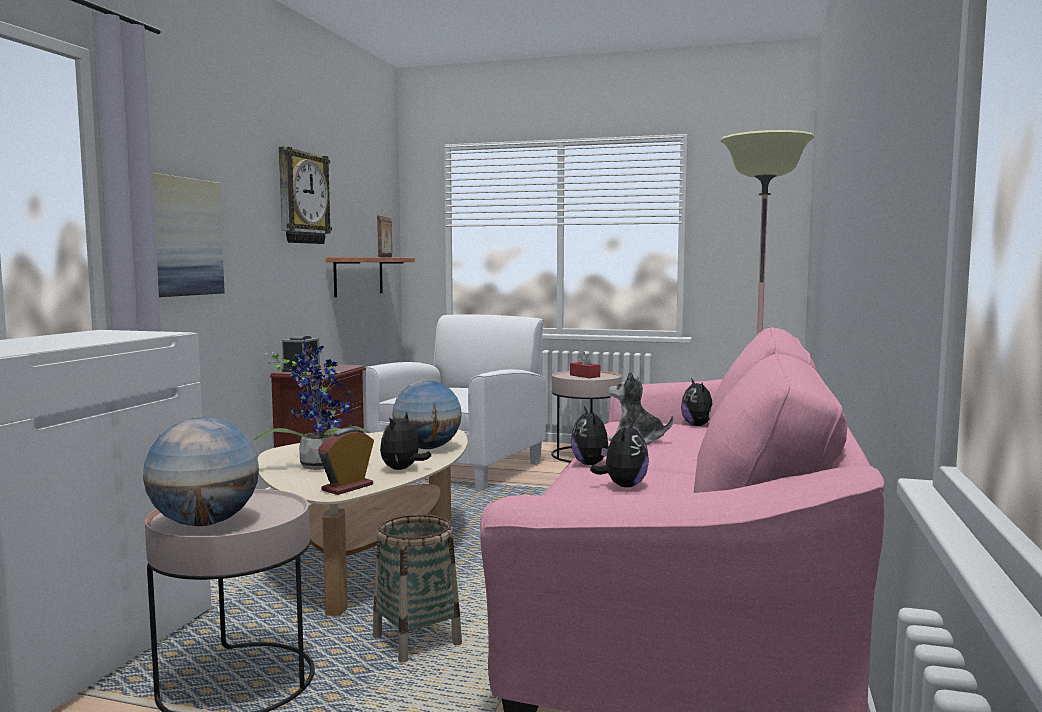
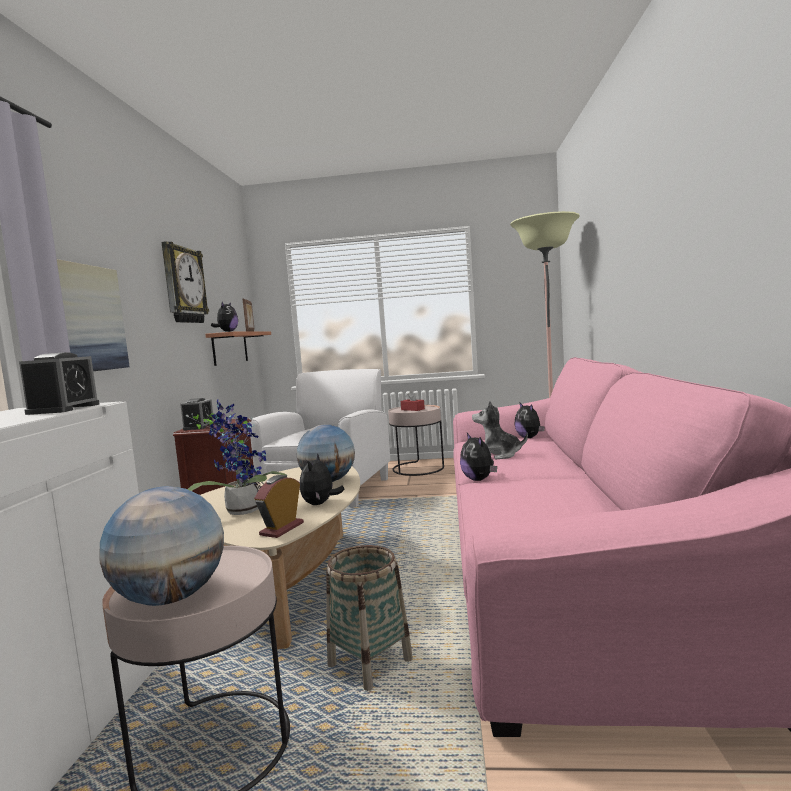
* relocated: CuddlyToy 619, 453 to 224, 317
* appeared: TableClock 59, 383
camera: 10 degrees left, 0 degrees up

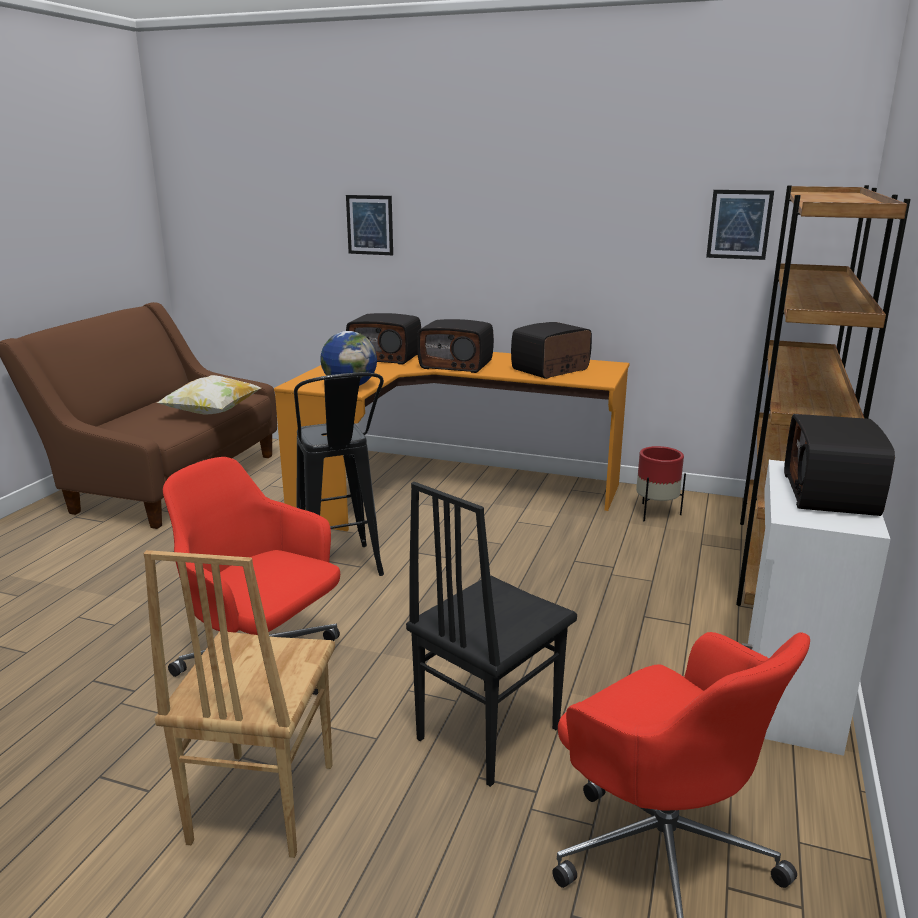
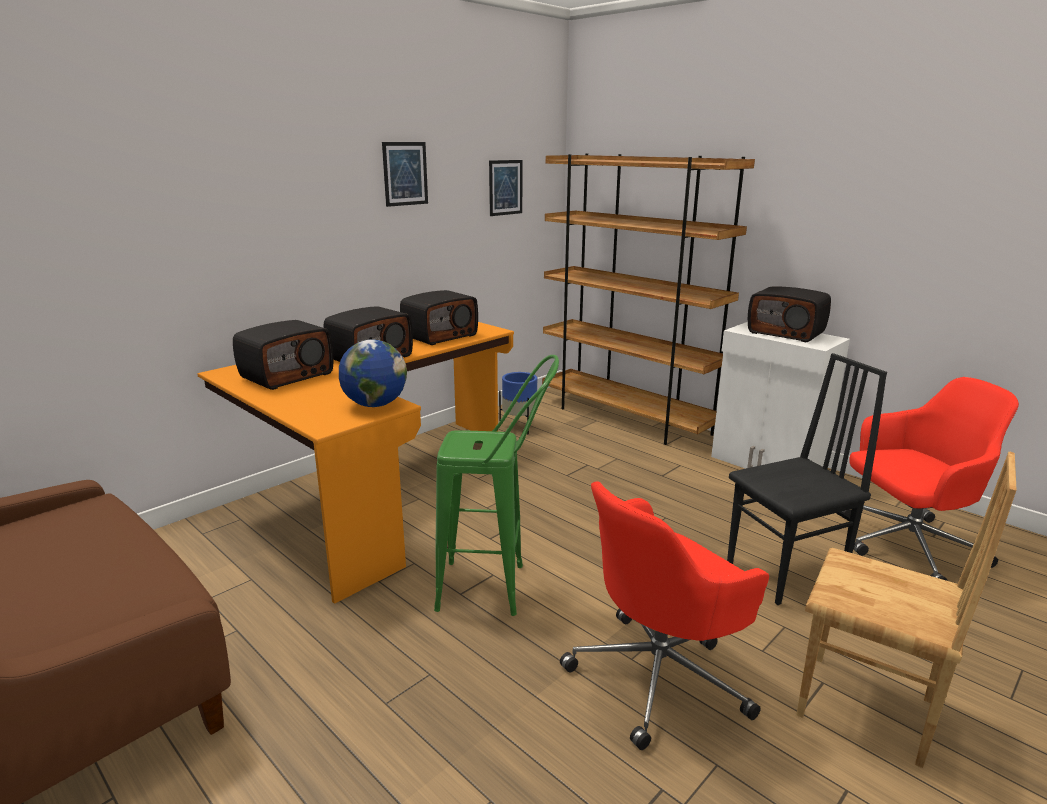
* missing: Pillow 209, 395
* colour: BlackishStool 339, 474 to GreenColouredStool 496, 485
* relocated: Picture 369, 225 to 405, 174
* spun: BlackishUprightChair 491, 634 = 807, 479 90 degrees counterclockwise
* spun: Radio 551, 350 = 439, 317 120 degrees counterclockwise
* colour: ReddishPlantPot 661, 484 to BlueColouredPlantPot 518, 403
camera: 65 degrees left, 0 degrees up

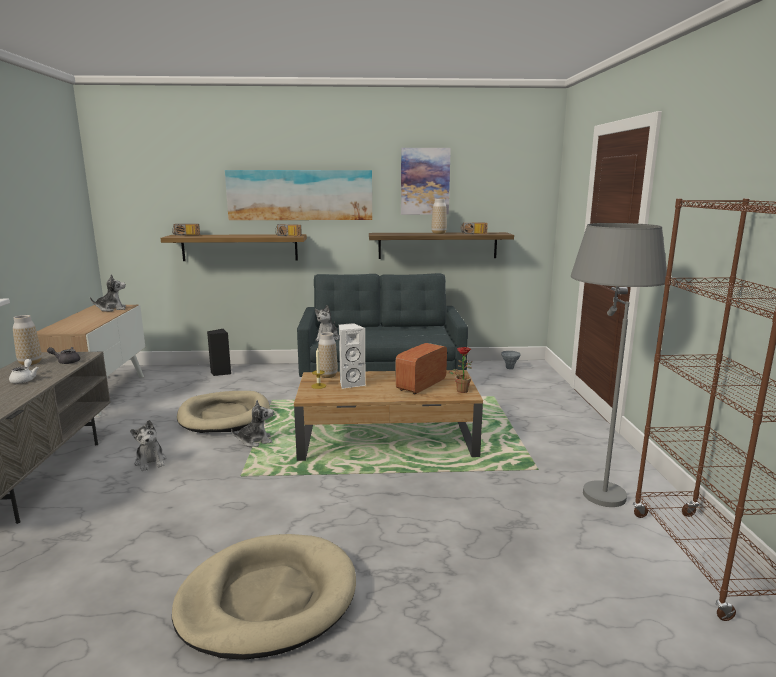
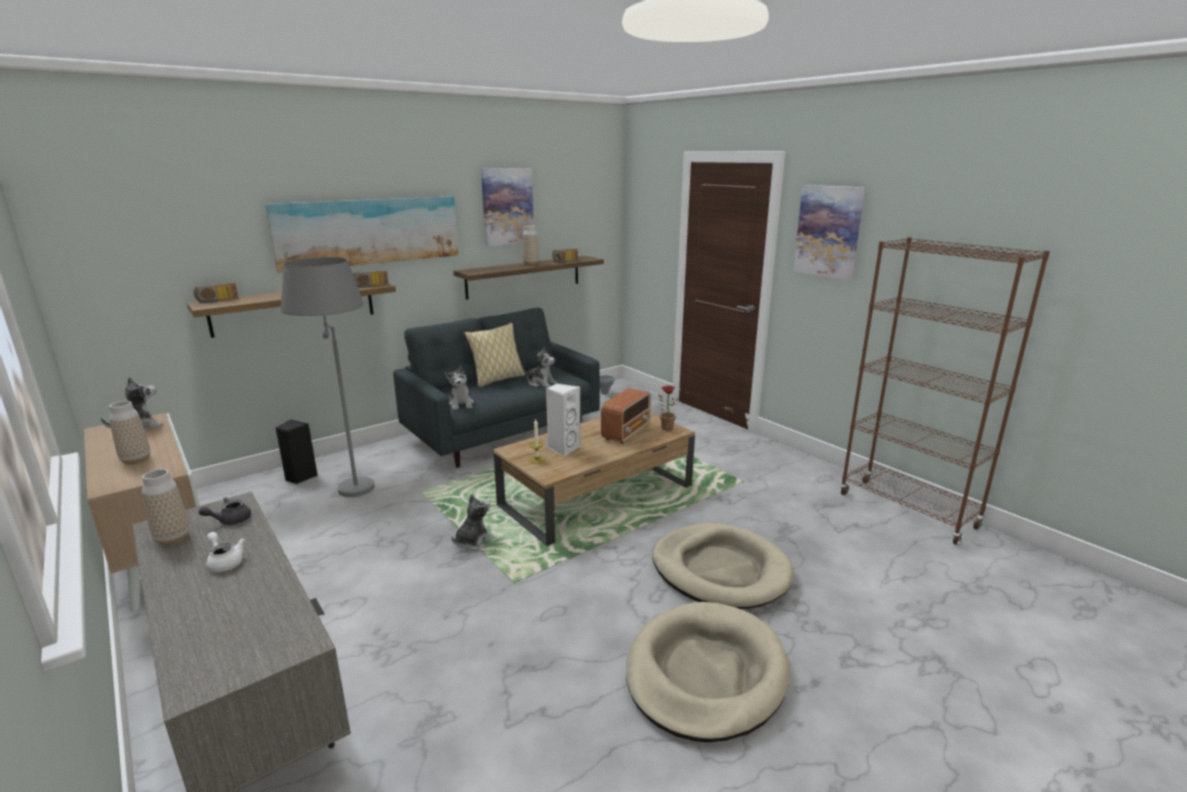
* relocated: CuddlyToy 148, 445 to 540, 367
* relocated: SandColouredDogBed 223, 412 to 723, 566
* relocated: DecorativeVase 328, 355 to 129, 433
* spun: Radio 421, 368 = 626, 416 150 degrees counterclockwise
* relocated: GreyStandardLamp 619, 365 to 328, 377
* appeared: Pillow 494, 355
* appeared: Picture 829, 232
camera: 35 degrees left, 5 degrees up

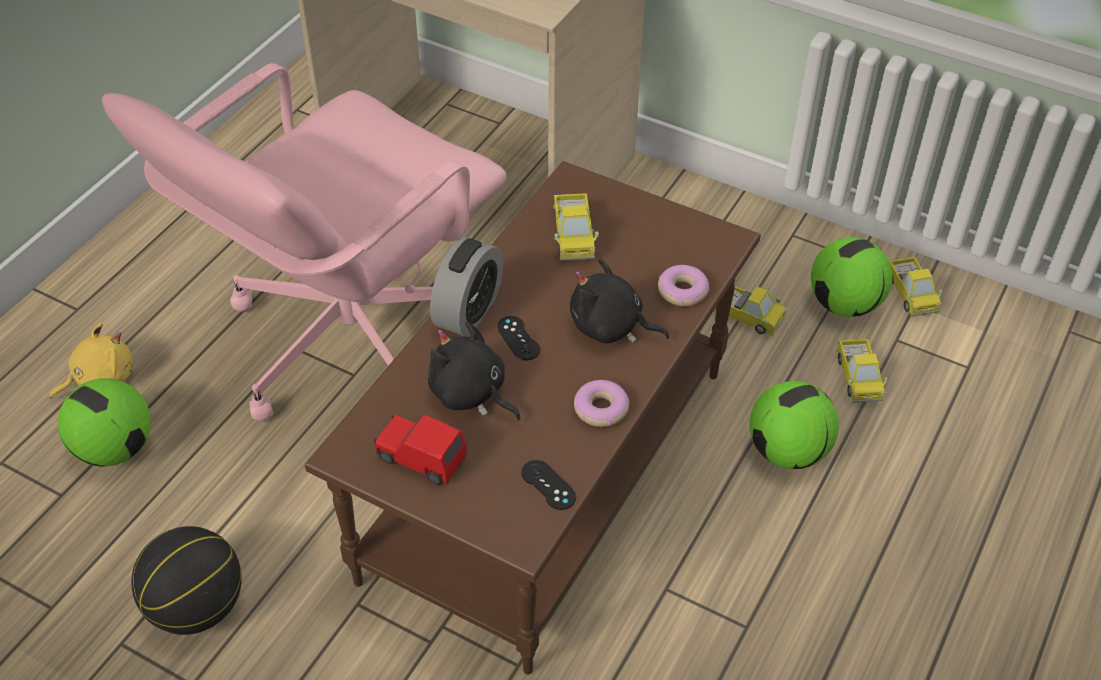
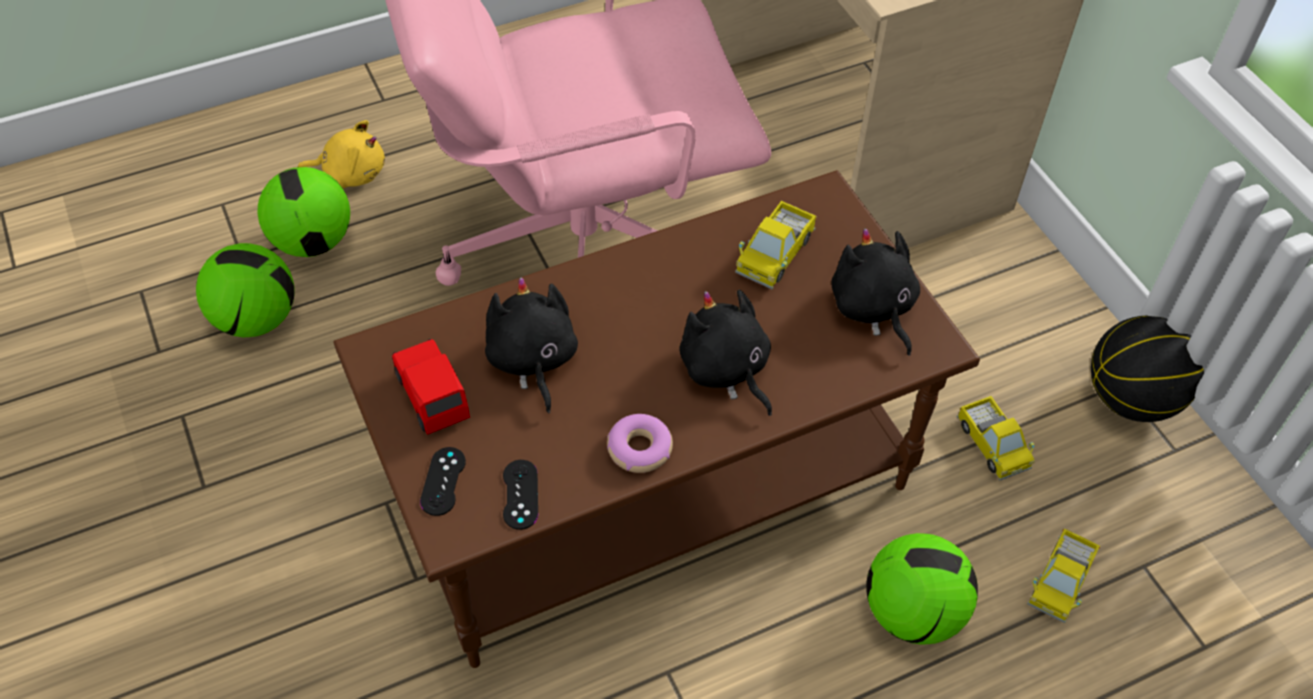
* relocated: Basketball 187, 580 to 1147, 369
* missing: TableClock 466, 287
* relocated: BlackishGameController 518, 338 to 443, 481
* missing: RingDoughnut 684, 285
* relocated: Football 851, 277 to 245, 290
* missing: ModelTruck 915, 287
* appeared: BlackishCuddlyToy 875, 292
camera: 35 degrees right, 5 degrees up

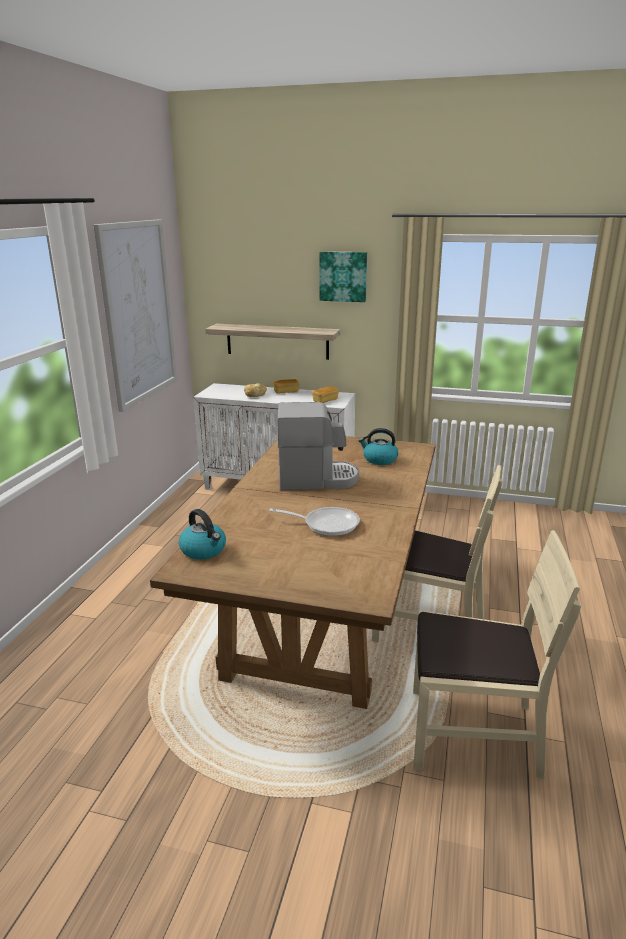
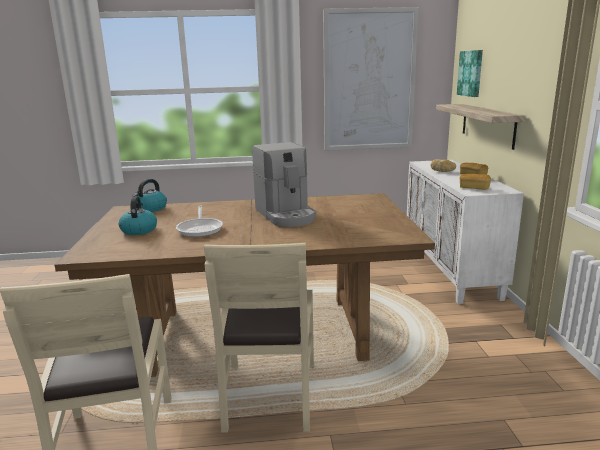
* relocated: Picture 343, 276 to 470, 73
* relocated: Kettle 378, 446 to 138, 215
camera: 70 degrees right, 5 degrees down

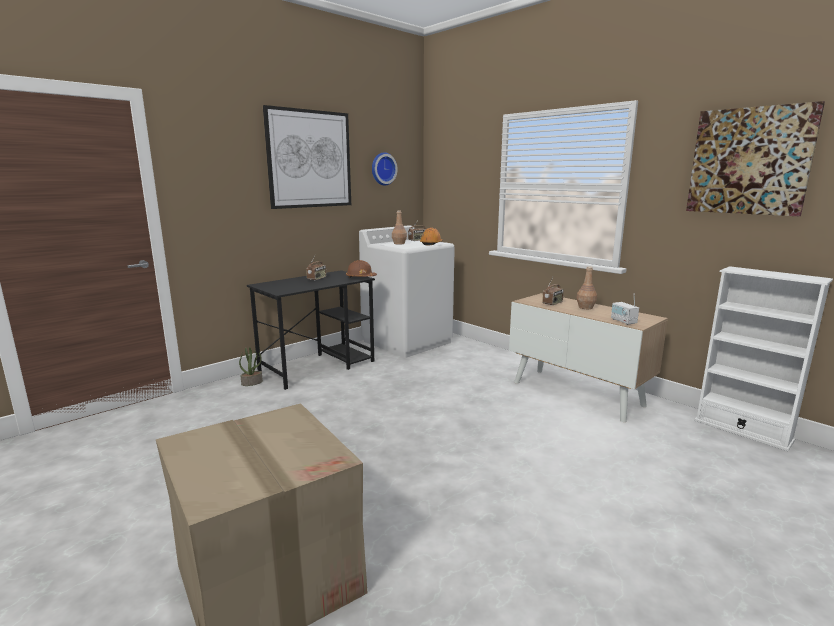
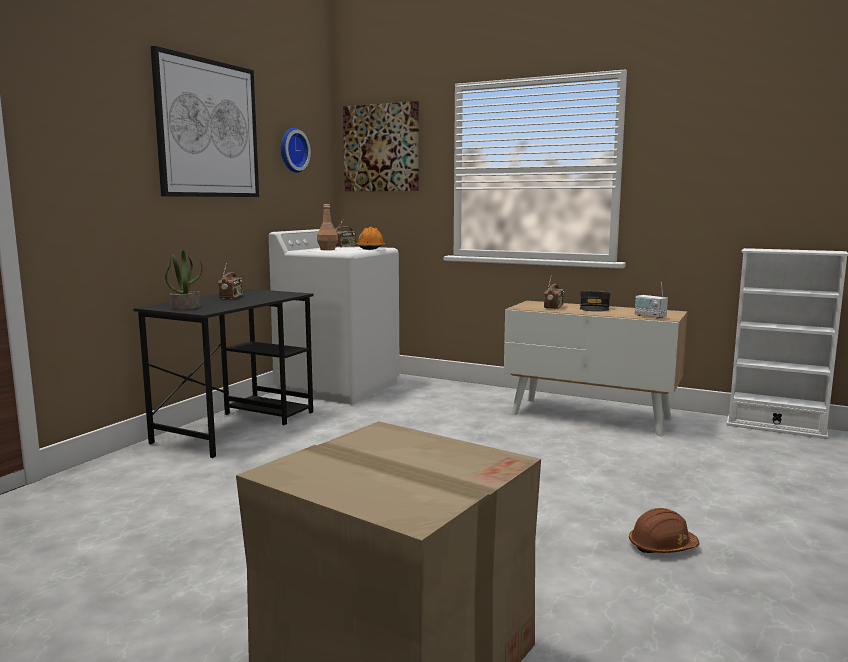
* relocated: PlantInAPot 251, 366 to 184, 280
* relocated: BrownWorkHelmet 361, 269 to 664, 530
* exchanged: BrownBeverageBottle 586, 287 to GreyCap 595, 301
* relocated: Picture 755, 158 to 381, 146
camera: 20 degrees left, 5 degrees down

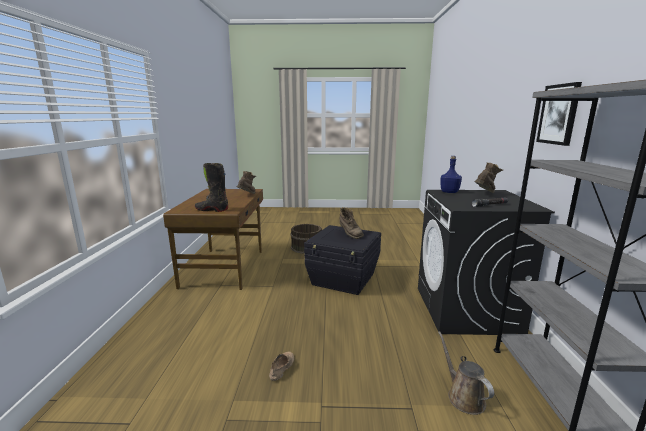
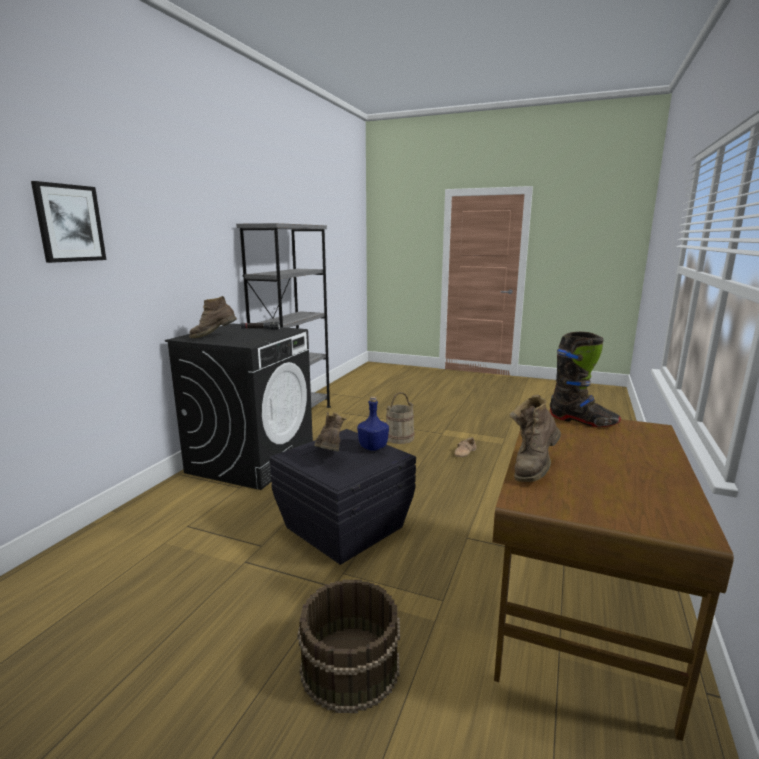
* missing: BrownWateringPot 466, 373
* relocated: BlueColouredBeverageBottle 451, 174 to 373, 424
* relocated: Picture 559, 114 to 68, 222
* appeared: SandColouredPail 400, 418
camera: 160 degrees left, 0 degrees up

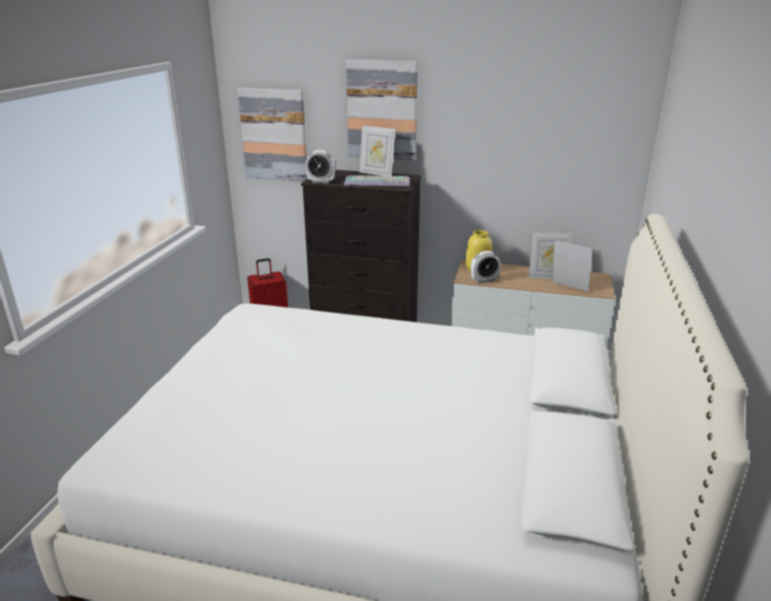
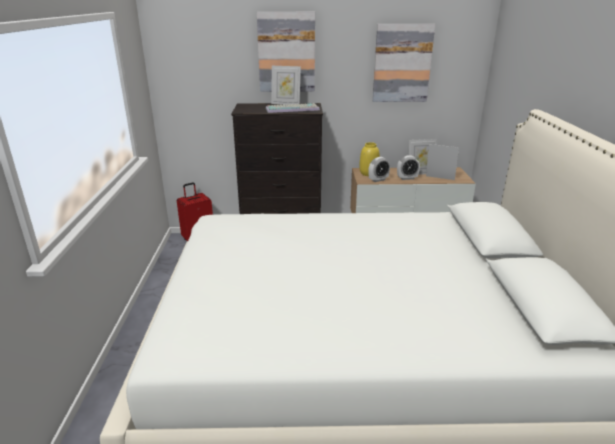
* relocated: Picture 272, 135 to 404, 63
* relocated: TableClock 320, 167 to 408, 167
camera: 15 degrees left, 0 degrees up

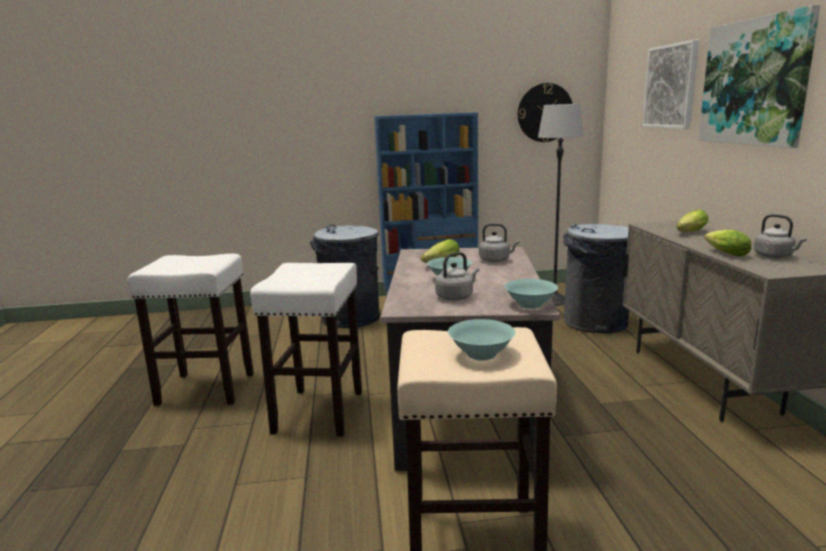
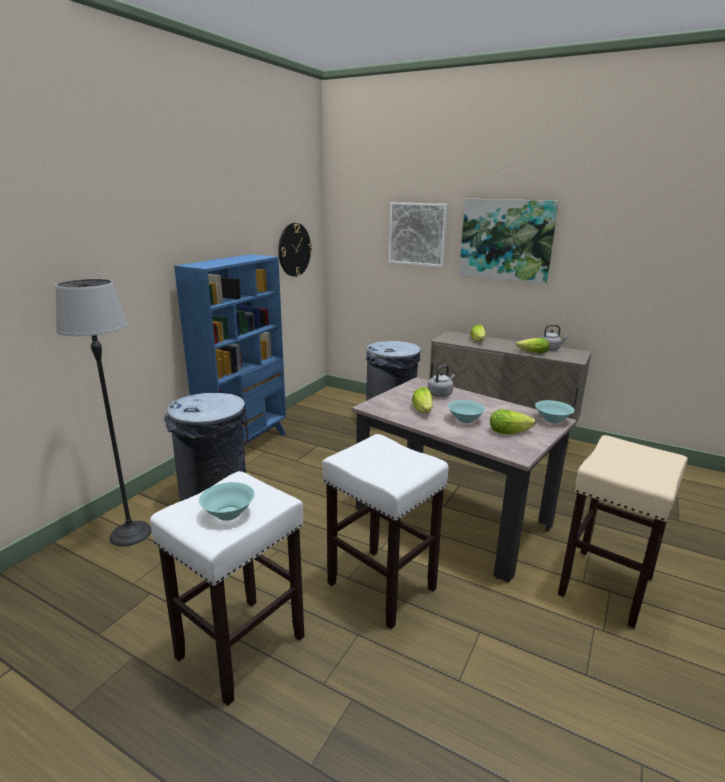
* exchanged: GreyKettle 457, 276 to HeadOfLettuce 512, 421
* relocated: TurquoiseColouredDeepDish 482, 340 to 227, 501
* relocated: StandardLamp 561, 205 to 103, 413
camera: 55 degrees left, 5 degrees up

